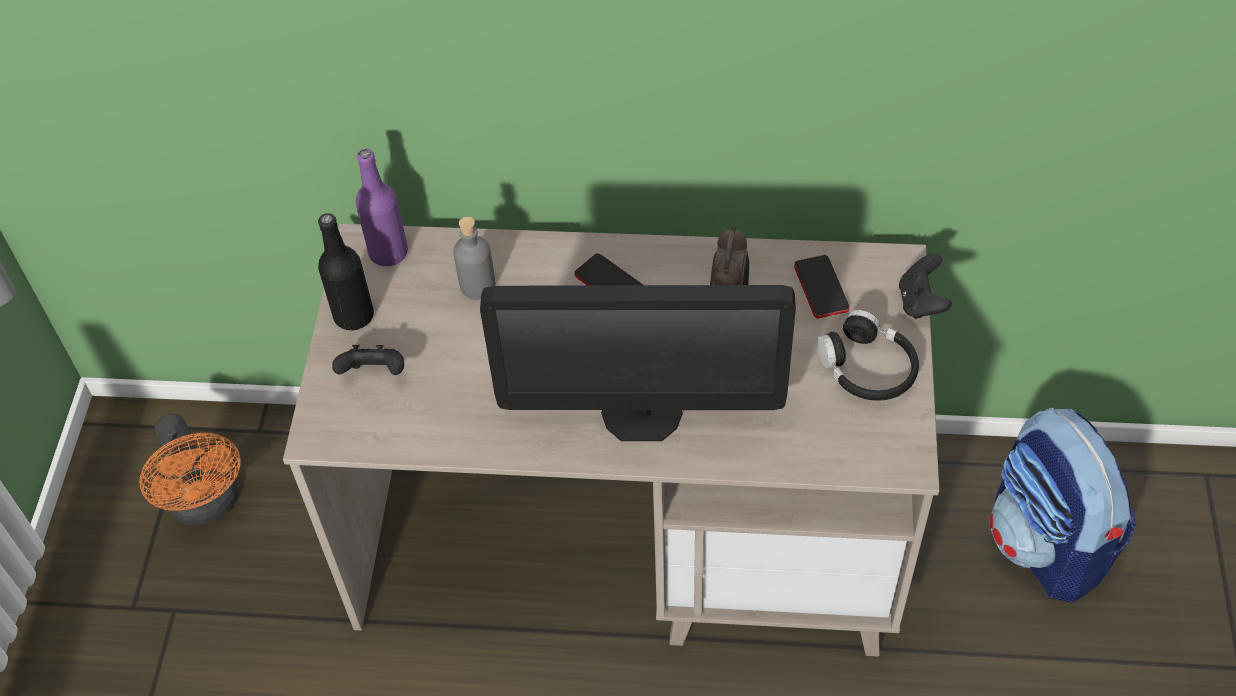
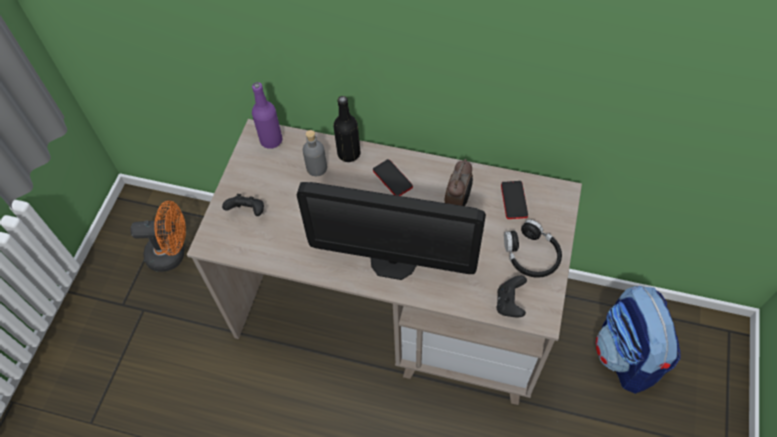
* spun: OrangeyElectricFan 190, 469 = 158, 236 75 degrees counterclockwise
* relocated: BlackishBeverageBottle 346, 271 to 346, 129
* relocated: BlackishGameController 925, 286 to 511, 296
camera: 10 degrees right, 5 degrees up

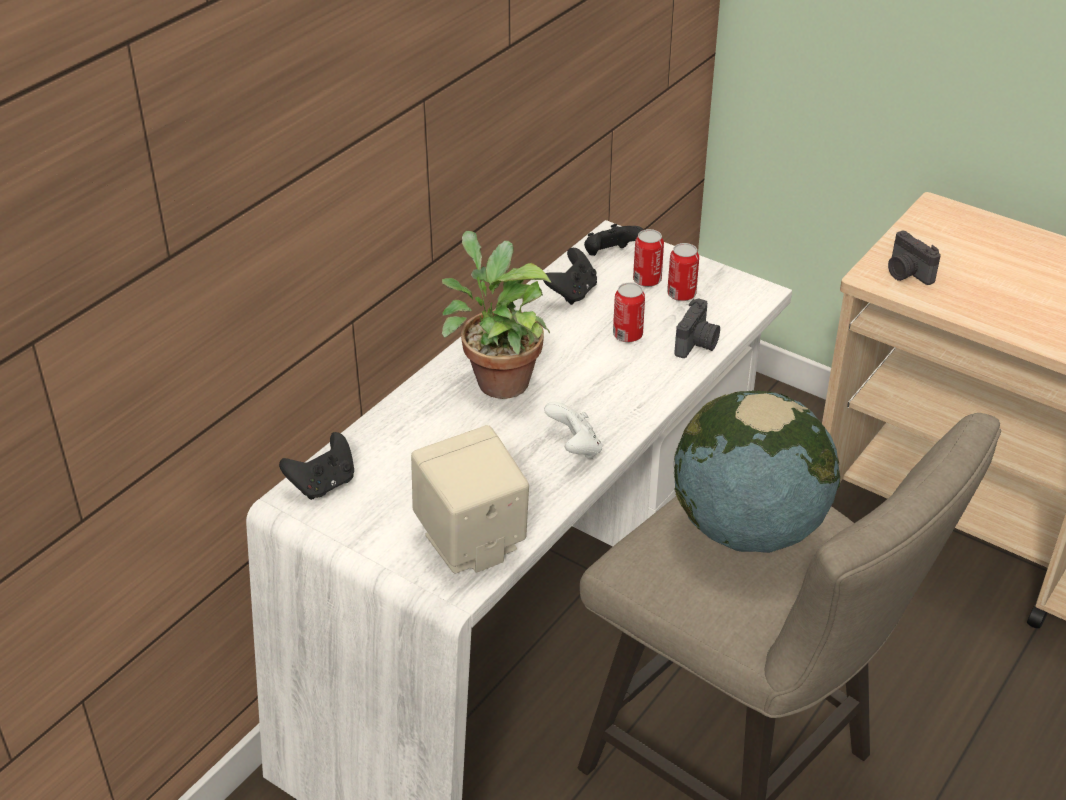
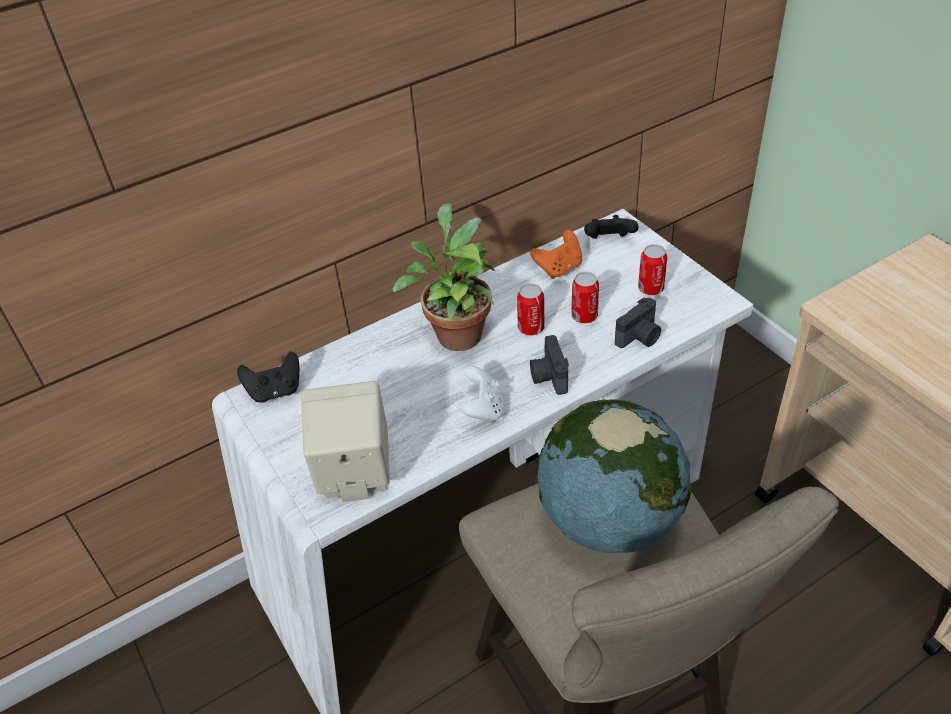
* colour: BlackishGameController 570, 276 to OrangeyGameController 556, 254
* relocated: MetalCan 648, 258 to 531, 309
* relocated: PhotoCamera 914, 258 to 549, 365
camera: 25 degrees right, 5 degrees up

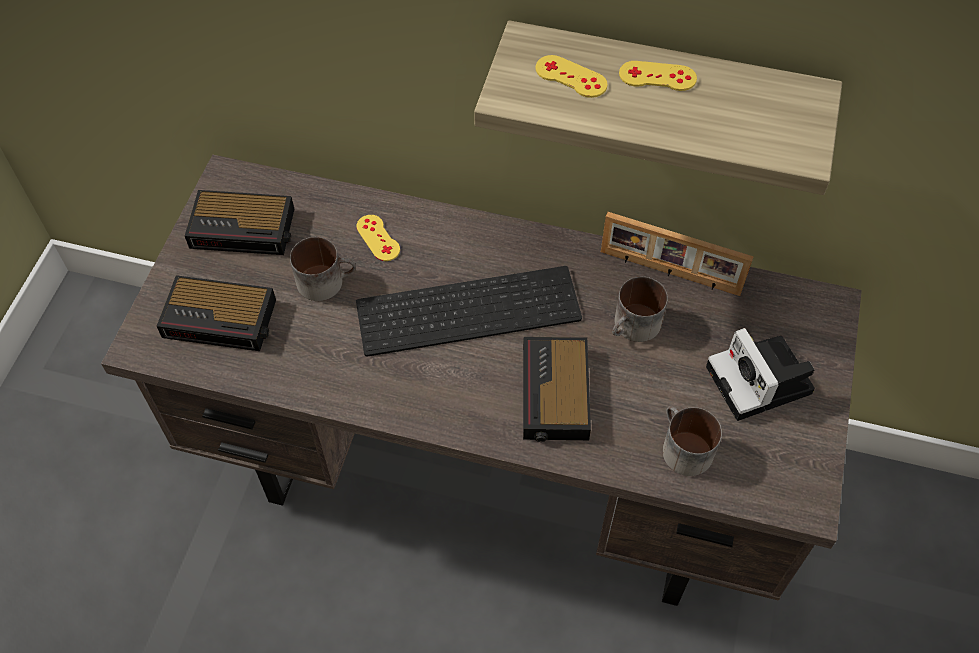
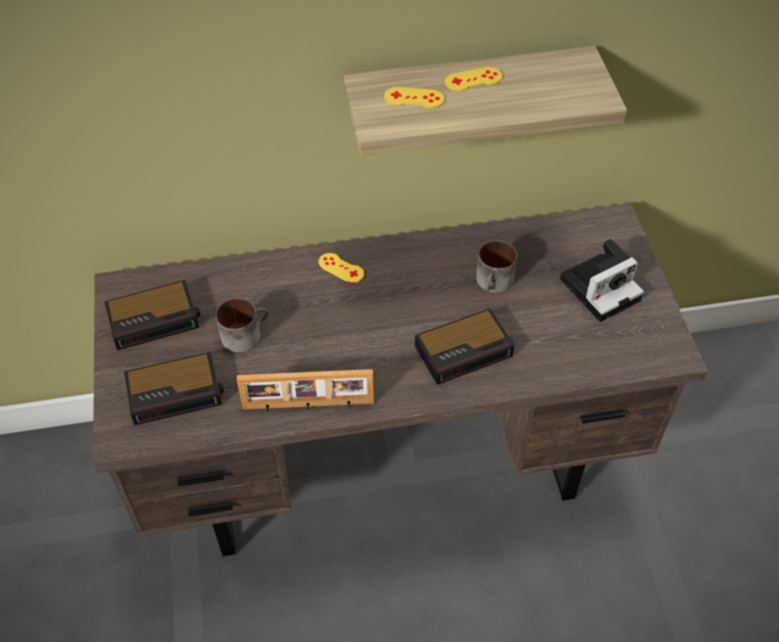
* relocated: YellowishGameController 378, 238 to 341, 268
* missing: Keyboard 469, 311
* spun: TableClock 557, 389 = 465, 346 90 degrees counterclockwise
* relocated: StandingFrame 677, 254 to 305, 390
* missing: Mug 692, 441
* spun: PhotoCamera 760, 374 = 602, 280 75 degrees counterclockwise
camera: 25 degrees left, 5 degrees down

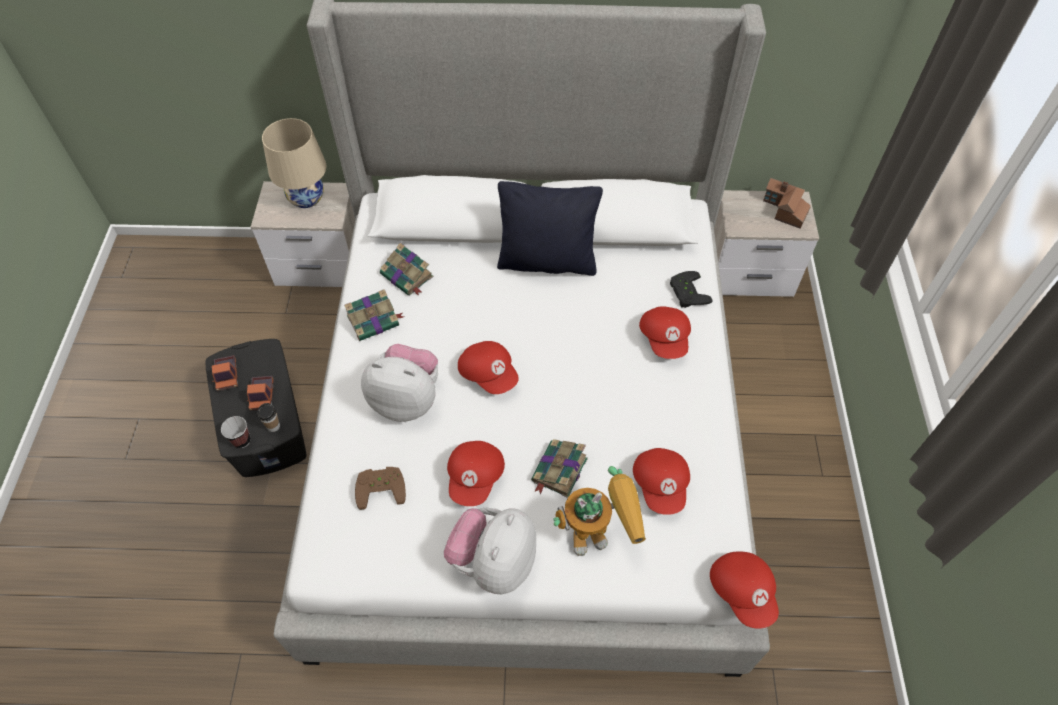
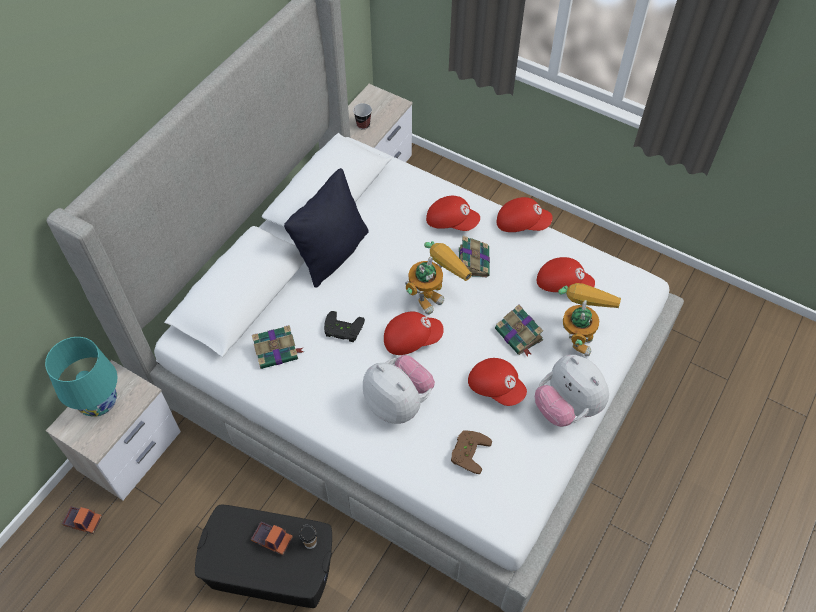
* relocated: ModelTruck 225, 373 to 82, 520
* relocated: Cup 236, 432 to 362, 116
* colour: SandColouredTabletopLamp 294, 163 to TurquoiseColouredTabletopLamp 81, 377
* relocated: Volume 374, 315 to 474, 256
* spun: CuddlyToy 399, 383 = 399, 389 90 degrees clockwise
* relocated: BlackishGameController 691, 289 to 344, 326
* relocated: ReddishCap 744, 590 to 525, 214
* missing: ModelHouse 787, 203
* appeared: ToyRobot 438, 278
camera: 60 degrees left, 0 degrees up

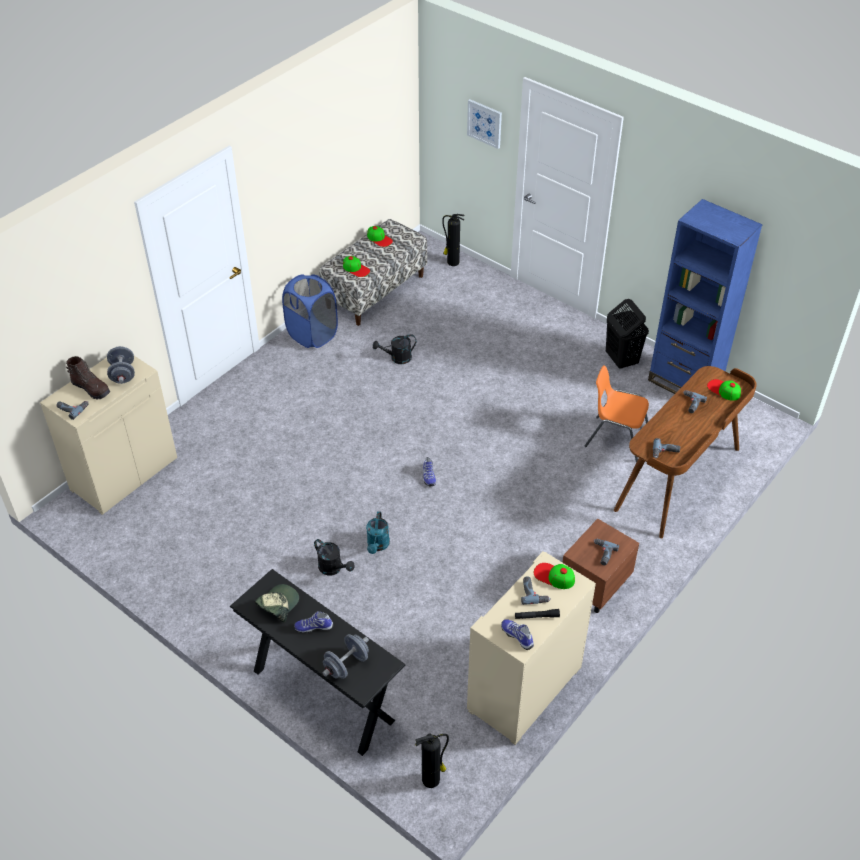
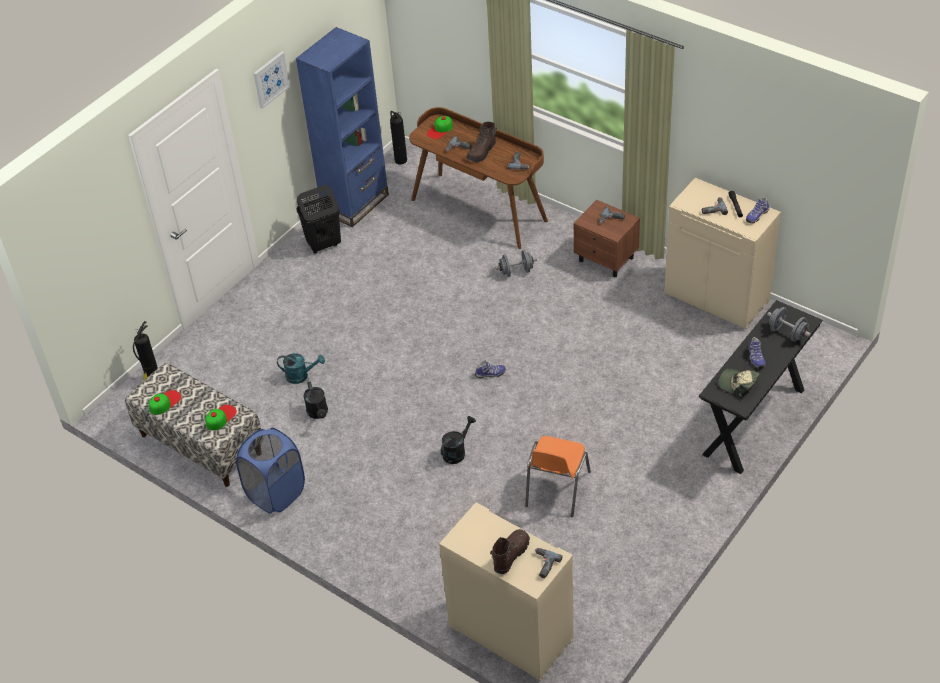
* relocated: GreyHandWeight 121, 365 to 516, 263
* relocated: BlackishWateringPot 334, 557 to 458, 440
* relocated: TurquoiseColouredWateringPot 378, 532 to 301, 368
* relocated: Extinguisher 432, 760 to 398, 138
* relocated: Picture 484, 124 to 272, 80
* missing: Cap 554, 576
* relocated: OrangeyUprightChair 616, 414 to 558, 476
* appeared: BrownTallBoot 481, 142
camera: 90 degrees left, 0 degrees up

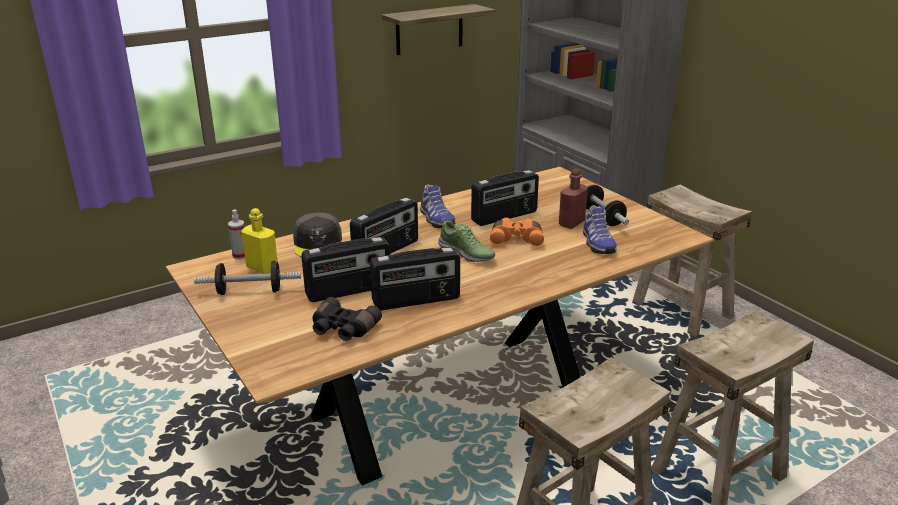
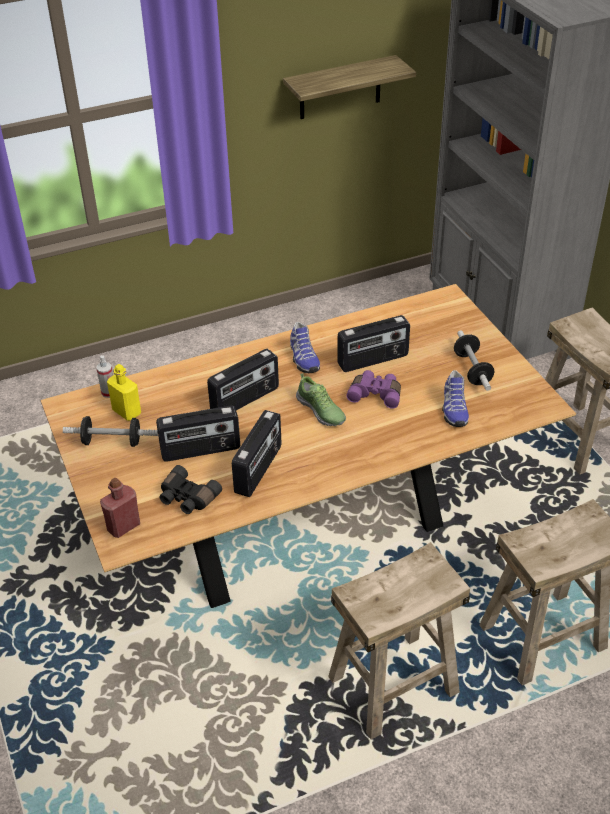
* missing: GreyCap 317, 235
* spun: Radio 415, 278 = 257, 453 60 degrees counterclockwise
* colour: OrangeyFieldGlasses 517, 232 to PurplishFieldGlasses 373, 389
* relocated: ReddishBeverageBottle 573, 199 to 120, 508
camera: 10 degrees right, 15 degrees up

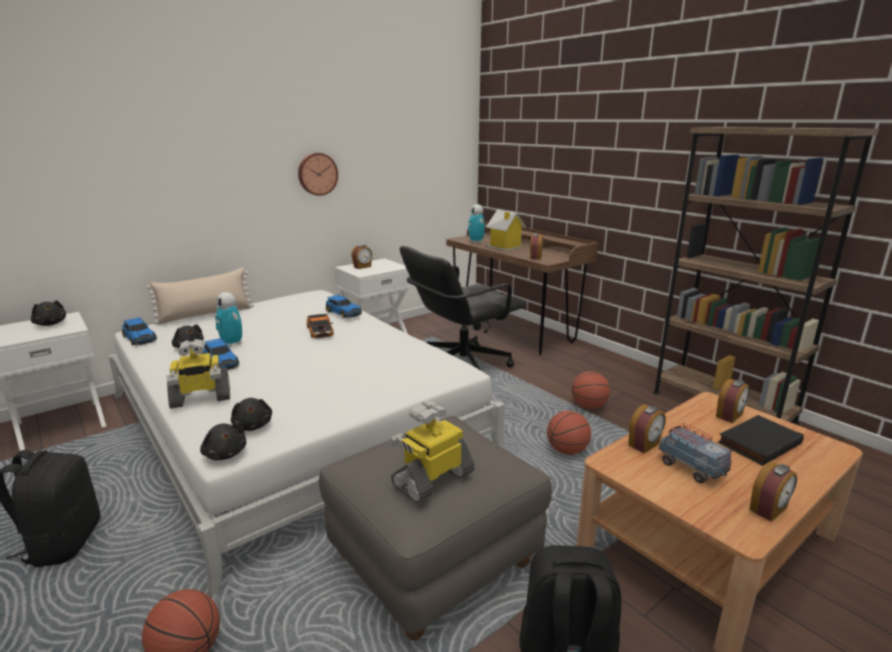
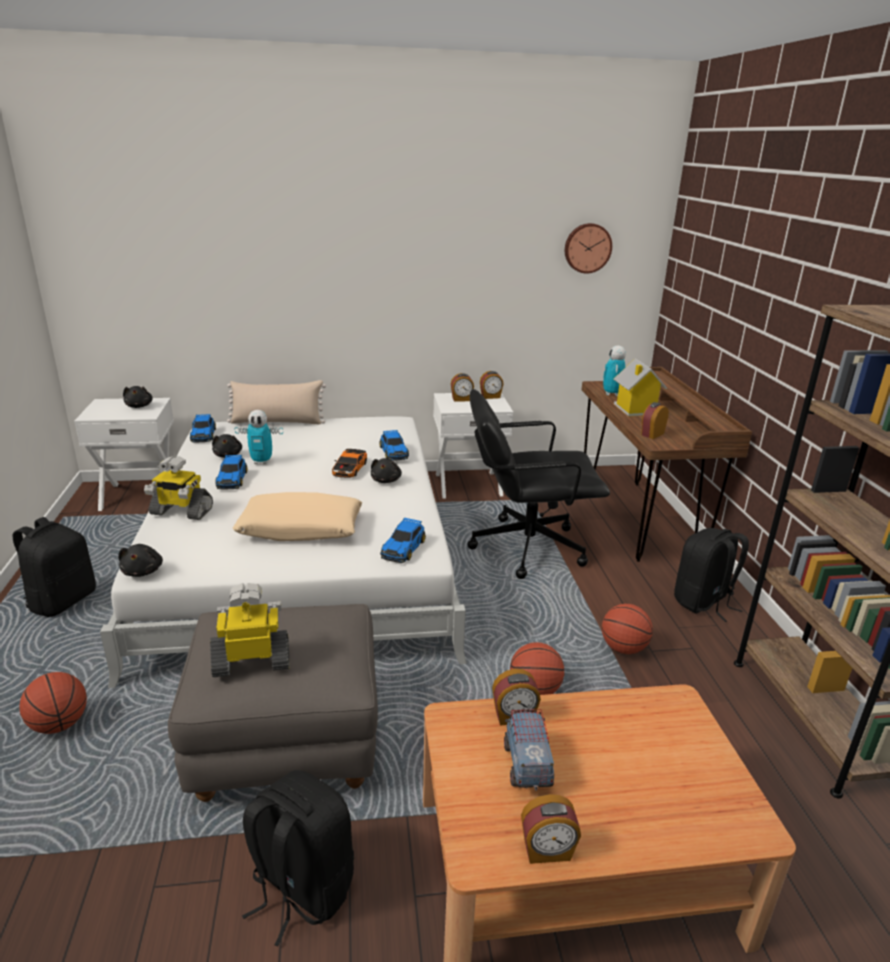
* spun: ToyRobot 228, 319 = 258, 437 75 degrees counterclockwise
* relocated: BlackishCuddlyToy 251, 414 to 386, 470
* relocated: WallClock 318, 174 to 588, 248
* relocated: TableClock 733, 401 to 492, 385
* missing: BlackishVolume 761, 440
* appeared: SandColouredPillow 297, 516
* appeared: ModelCar 403, 540
* appeared: BlackishRucksack 711, 575
camera: 30 degrees right, 5 degrees up

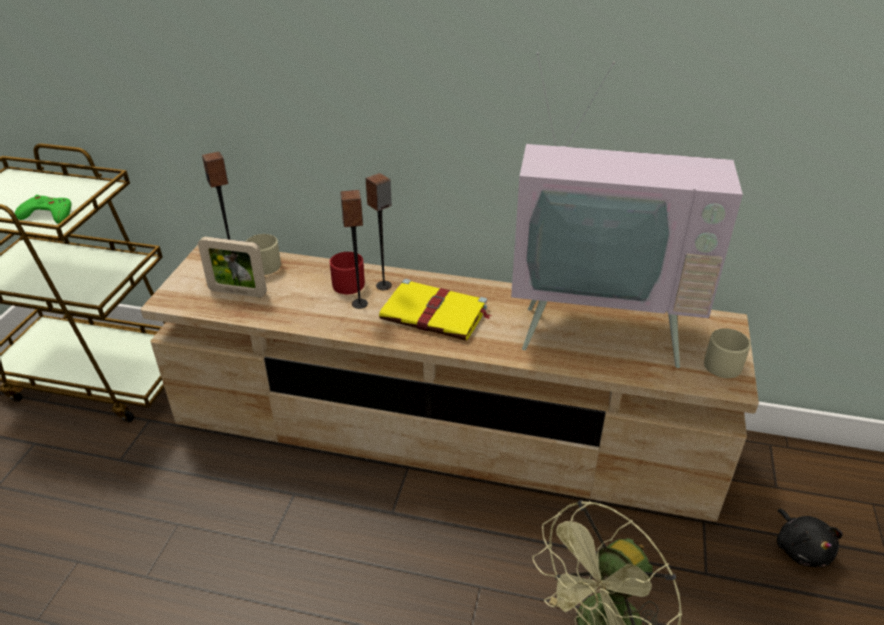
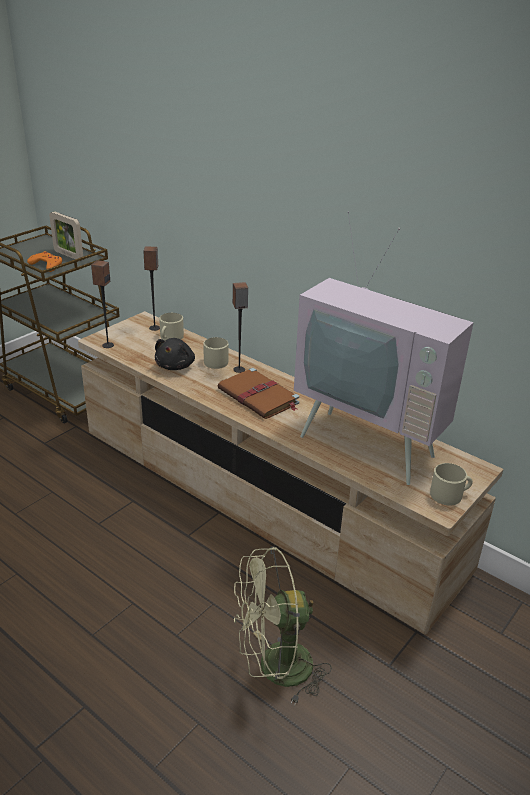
* colour: GreenColouredGameController 43, 209 to OrangeyGameController 44, 261
* relocated: StandingFrame 232, 267 to 66, 235
* colour: ReddishMug 347, 273 to SandColouredMug 216, 353
* relocated: Speaker 354, 249 to 102, 304
* colour: YellowishVolume 435, 310 to BrownVolume 258, 393
* relocated: BlackishCuddlyToy 810, 538 to 175, 354
camera: 25 degrees right, 5 degrees down

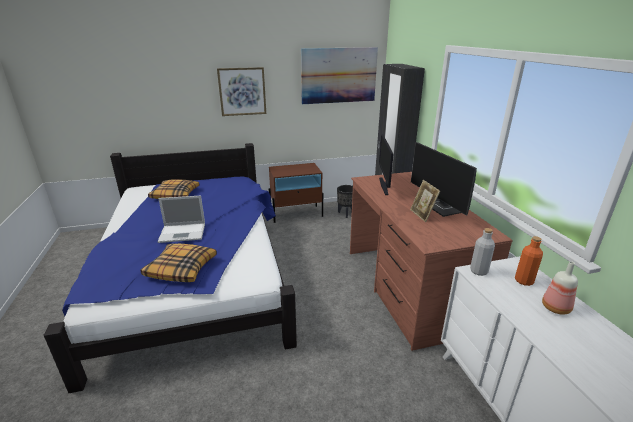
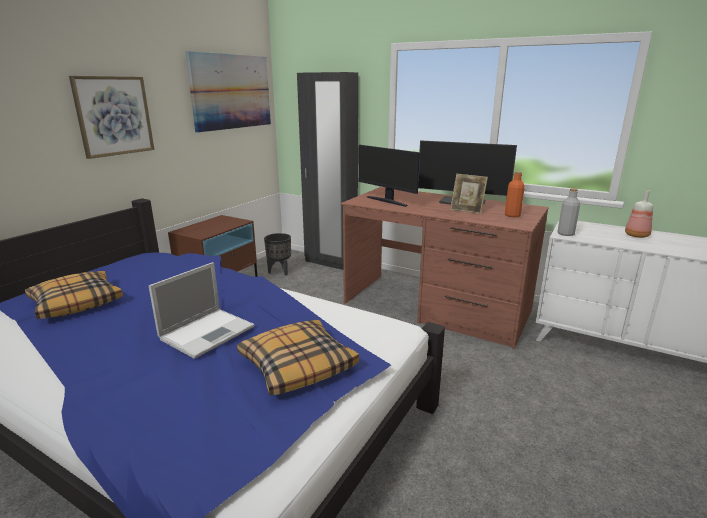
* relocated: OrangeyBeverageBottle 529, 261 to 515, 194
camera: 45 degrees left, 5 degrees down

